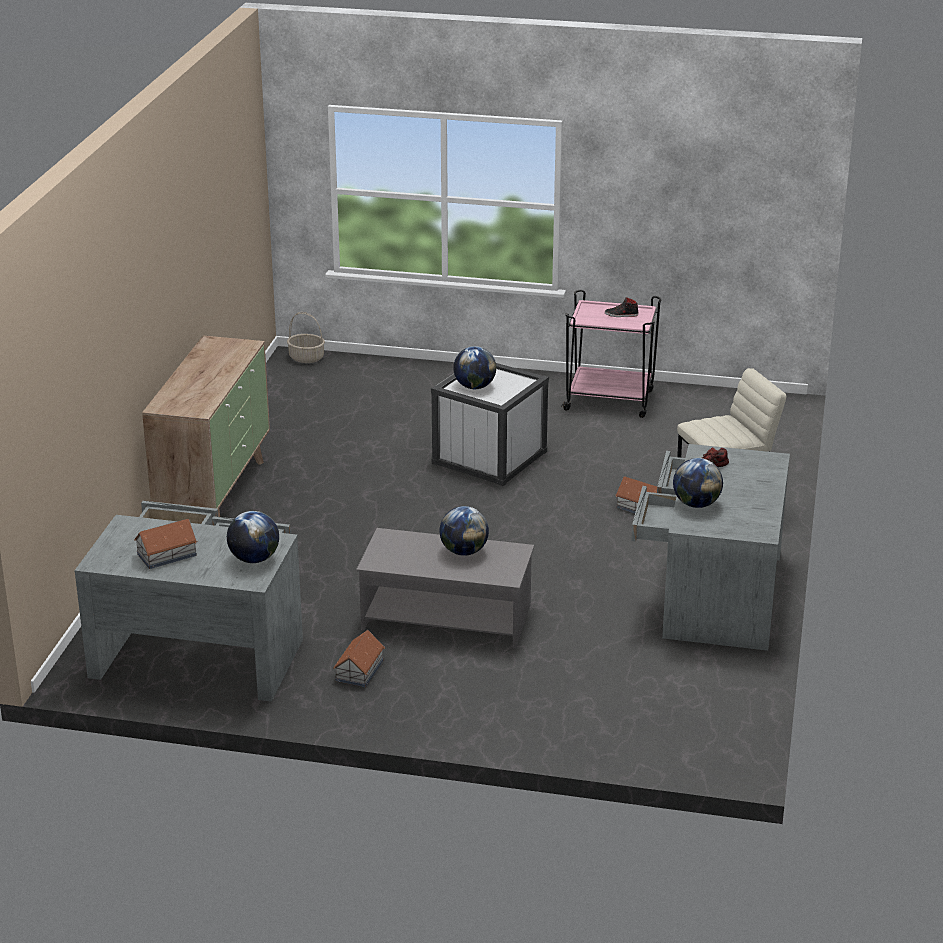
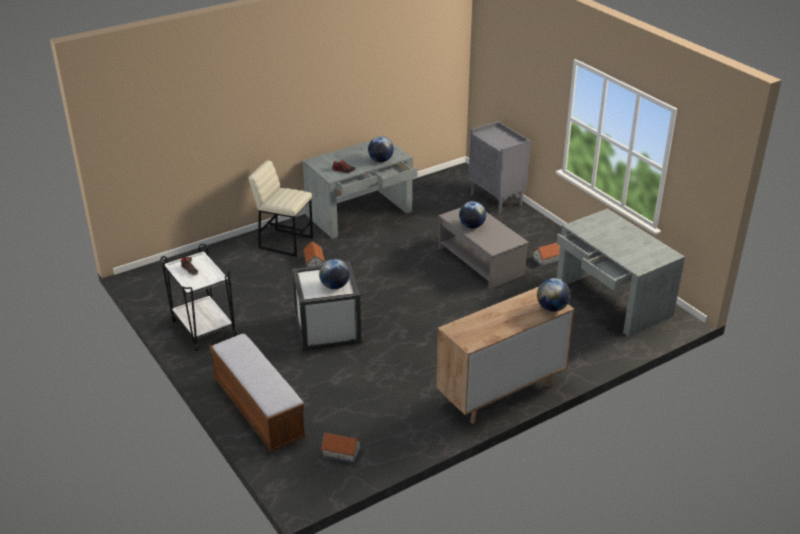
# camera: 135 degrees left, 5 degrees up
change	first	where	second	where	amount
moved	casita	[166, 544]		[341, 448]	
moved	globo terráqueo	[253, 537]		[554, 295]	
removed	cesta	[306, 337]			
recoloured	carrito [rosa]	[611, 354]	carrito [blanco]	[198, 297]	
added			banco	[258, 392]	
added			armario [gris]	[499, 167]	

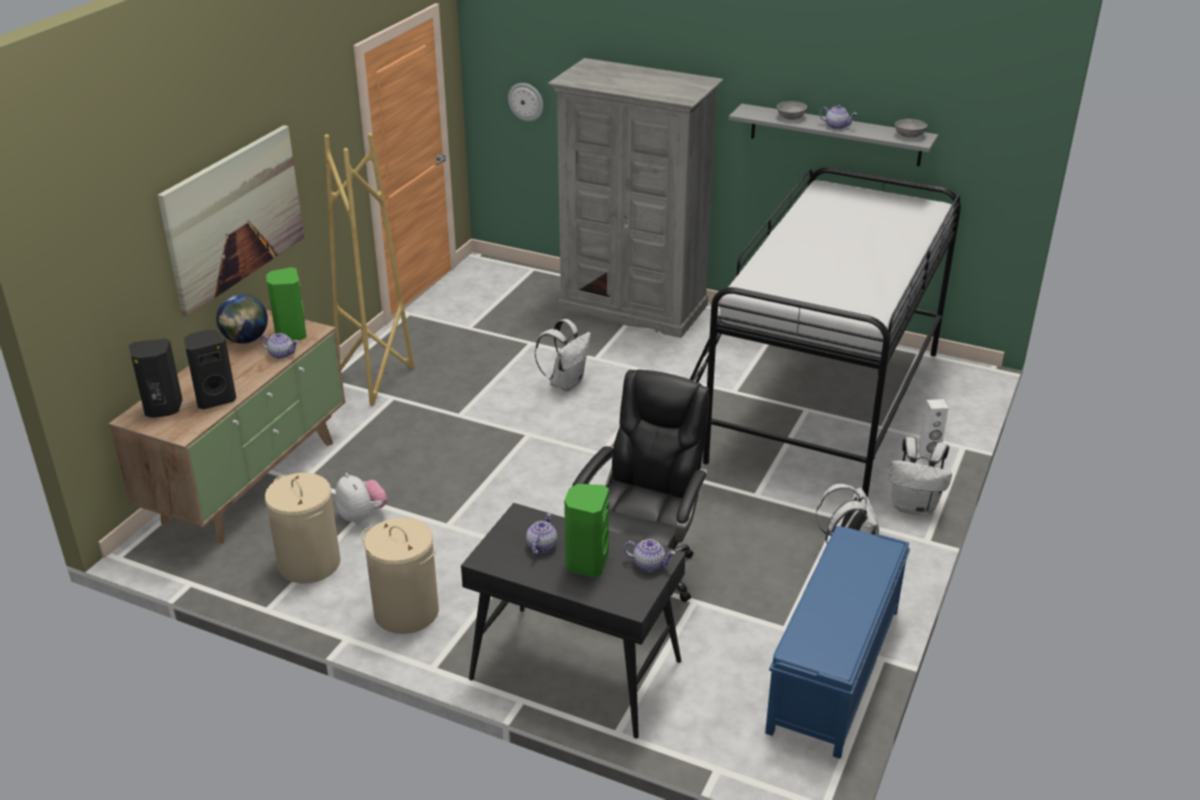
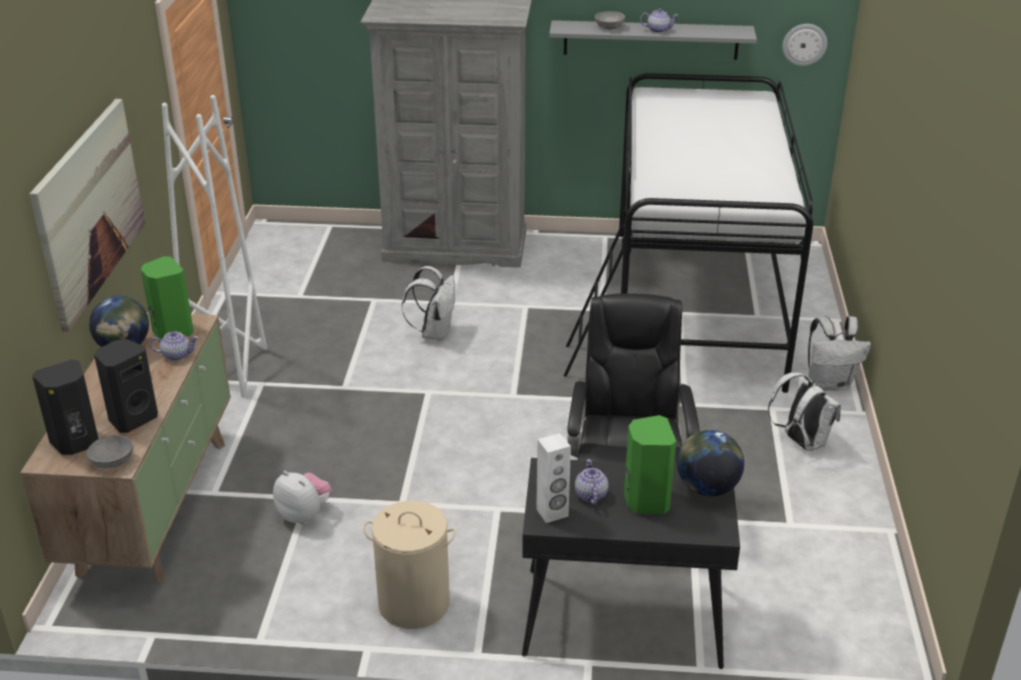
# camera: 20 degrees left, 0 degrees up
change	first	where	second	where	amount
removed	cesto de la ropa [beis]	[303, 528]			
recoloured	perchero [amarillo]	[369, 269]	perchero [blanco]	[214, 246]	
moved	reloj de pared	[525, 102]		[804, 45]	
replaced	tetera	[649, 555]	globo terráqueo	[710, 463]	
removed	banco [azul]	[837, 642]			
moved	cuenco [gris]	[911, 128]		[109, 451]	
moved	altavoz [blanco]	[933, 430]		[553, 478]	

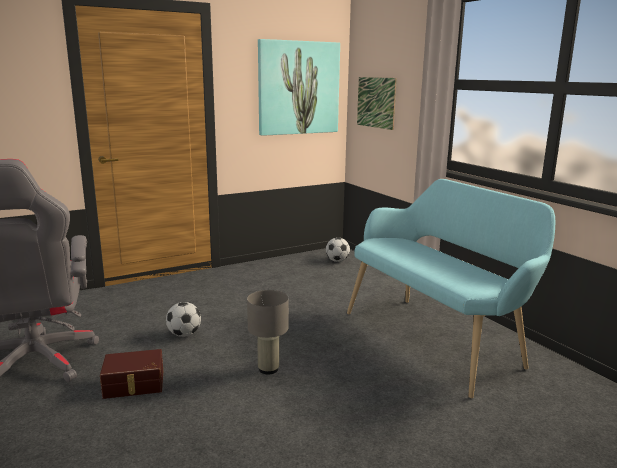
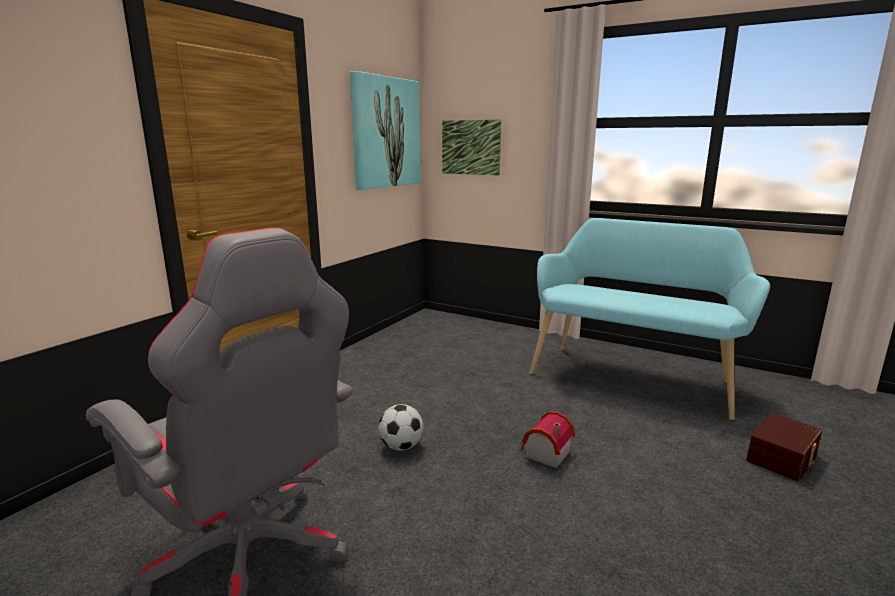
# camera: 30 degrees left, 0 degrees up
change	first	where	second	where	amount
moved	caja de almacenaje [marrón]	[131, 374]		[784, 447]	
replaced	lámpara de mesa [gris]	[268, 332]	casita	[547, 439]	
removed	balón de fútbol	[338, 249]			

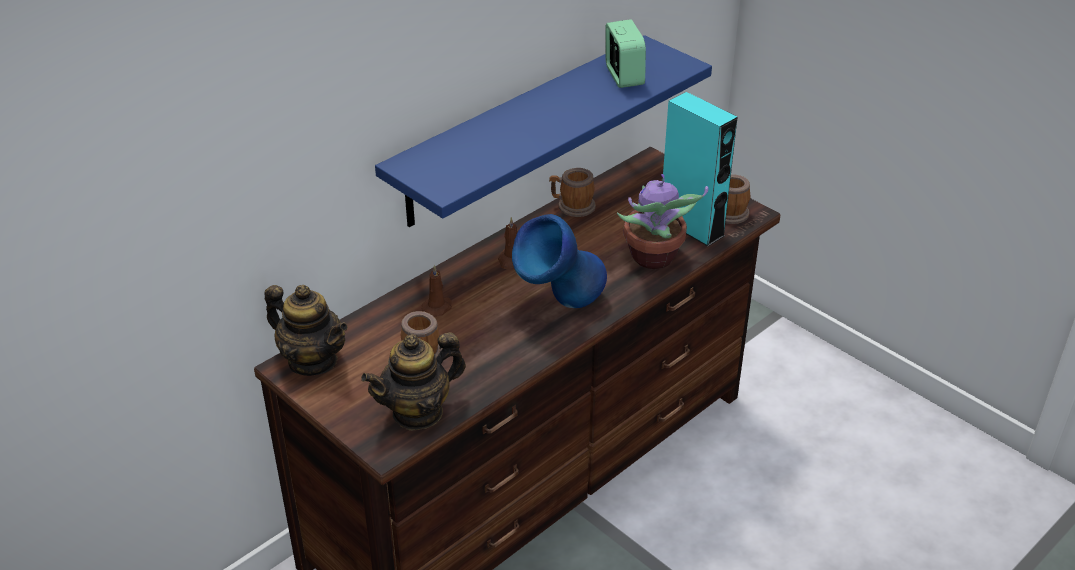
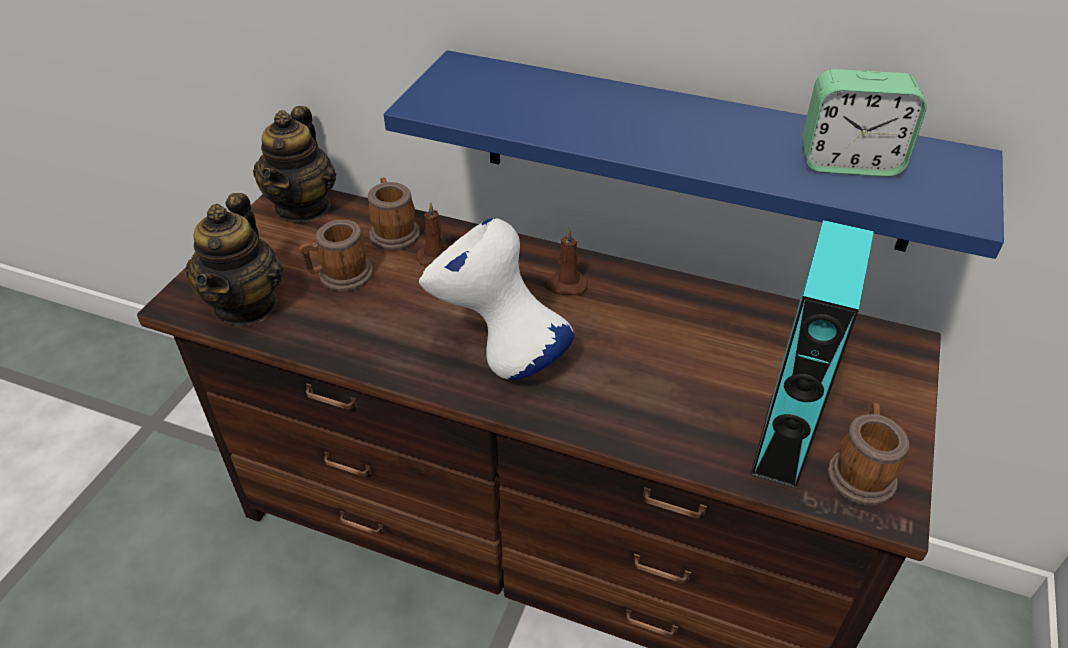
# camera: 65 degrees right, 5 degrees up
change	first	where	second	where	amount
turned	tetera	[413, 382]		[234, 259]	120 degrees counterclockwise
recoloured	florero [azul]	[559, 261]	florero [blanco]	[496, 299]	
moved	taza grande	[572, 192]		[394, 213]	
turned	despertador	[625, 53]		[864, 123]	45 degrees clockwise
removed	planta en maceta	[663, 221]			

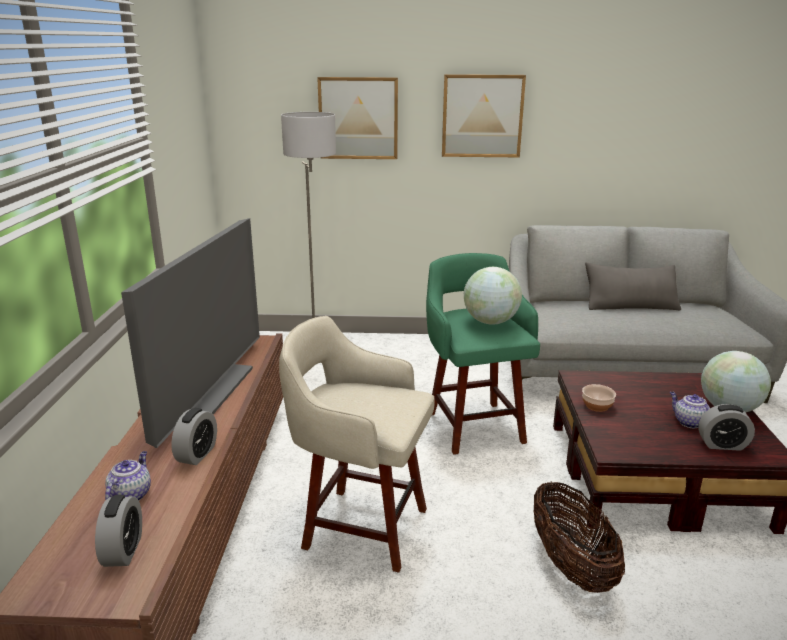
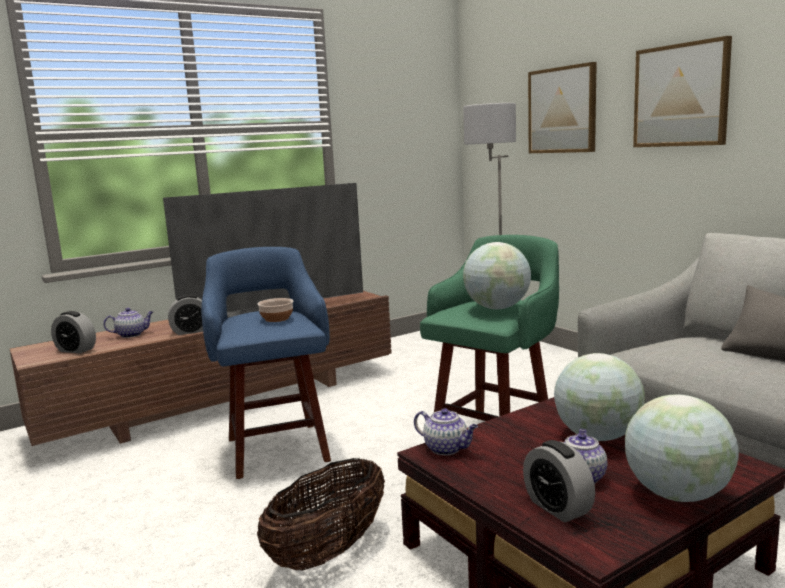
# camera: 55 degrees right, 10 degrees down
change	first	where	second	where	amount
turned	despertador	[118, 531]		[73, 332]	60 degrees clockwise
recoloured	taburete [beis]	[356, 444]	taburete [azul]	[266, 363]	
moved	cuenco	[599, 398]		[275, 310]	
added			tetera	[446, 431]	
added			globo terráqueo	[599, 397]	

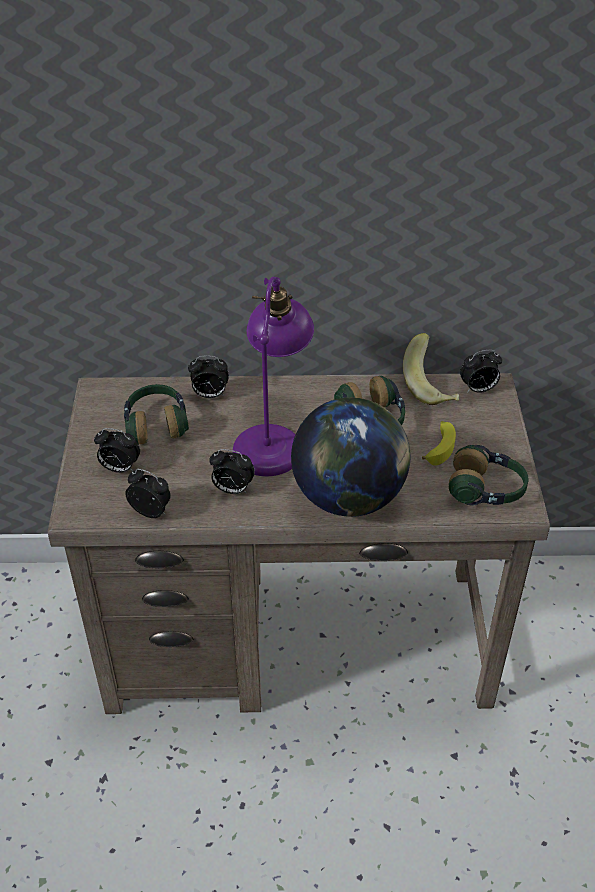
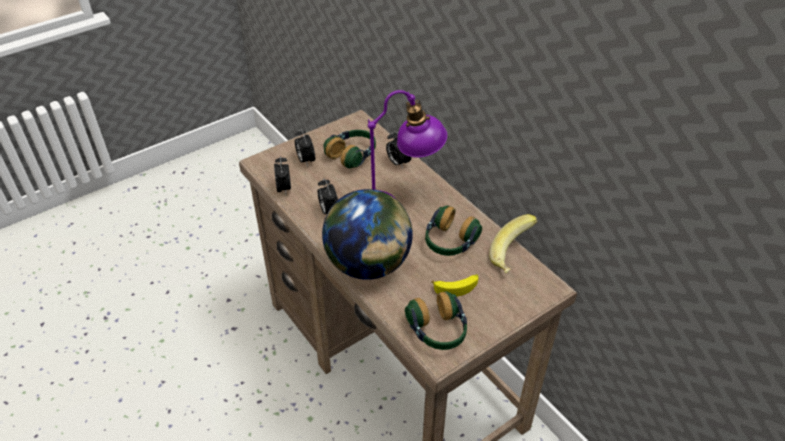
# camera: 55 degrees right, 0 degrees up
change	first	where	second	where	amount
removed	despertador	[481, 371]			

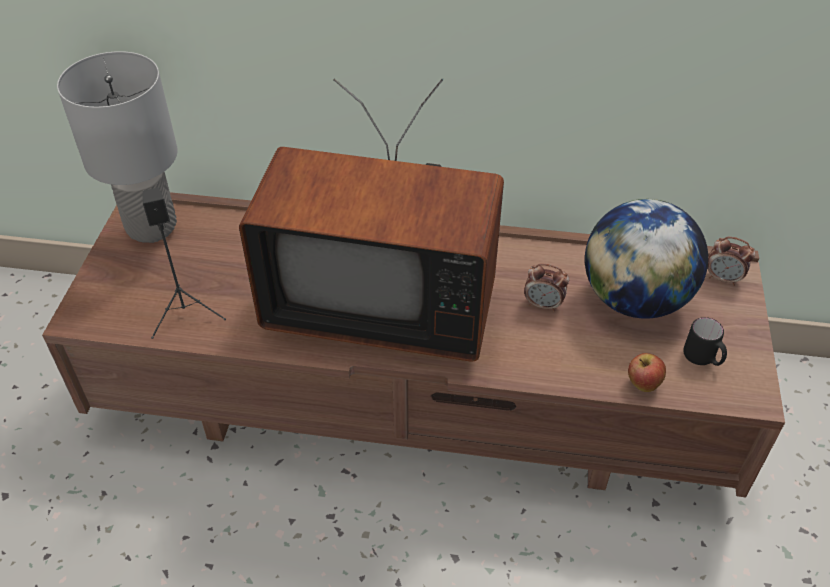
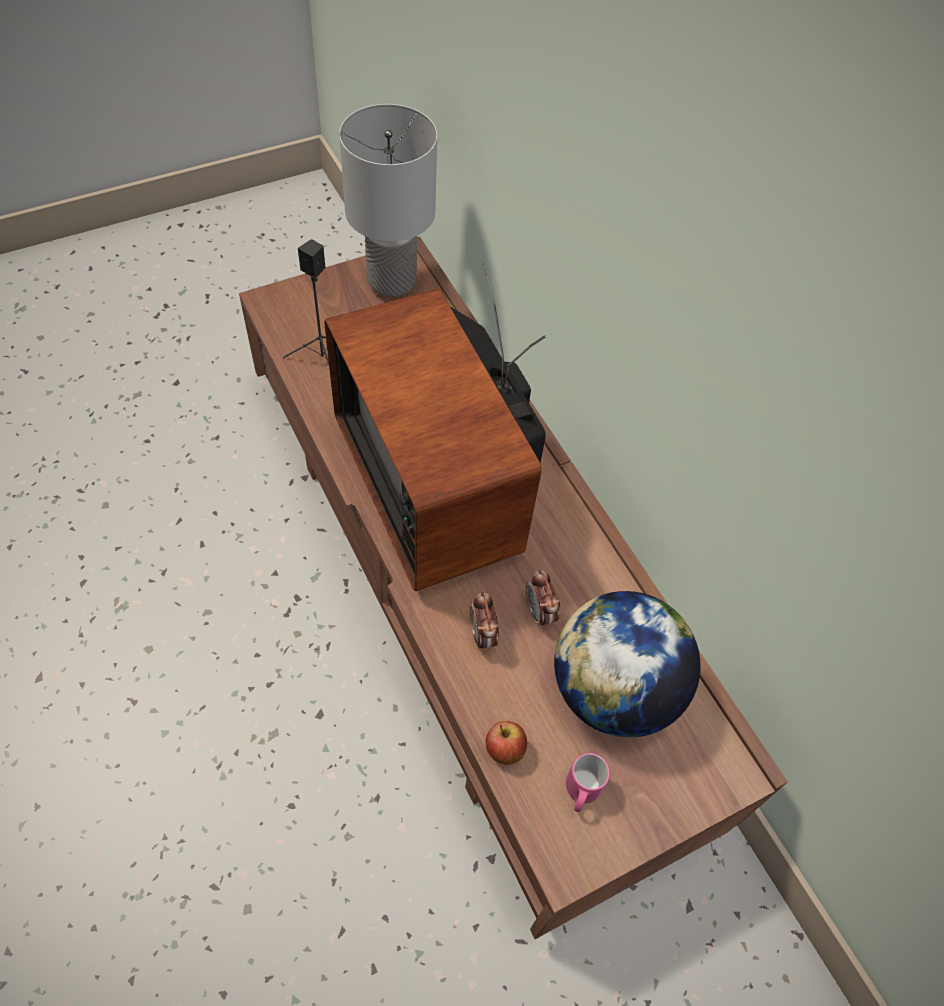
# camera: 50 degrees right, 10 degrees up
change	first	where	second	where	amount
recoloured	taza grande [negro]	[705, 341]	taza grande [rosa]	[588, 782]	
moved	despertador	[731, 261]		[484, 621]	

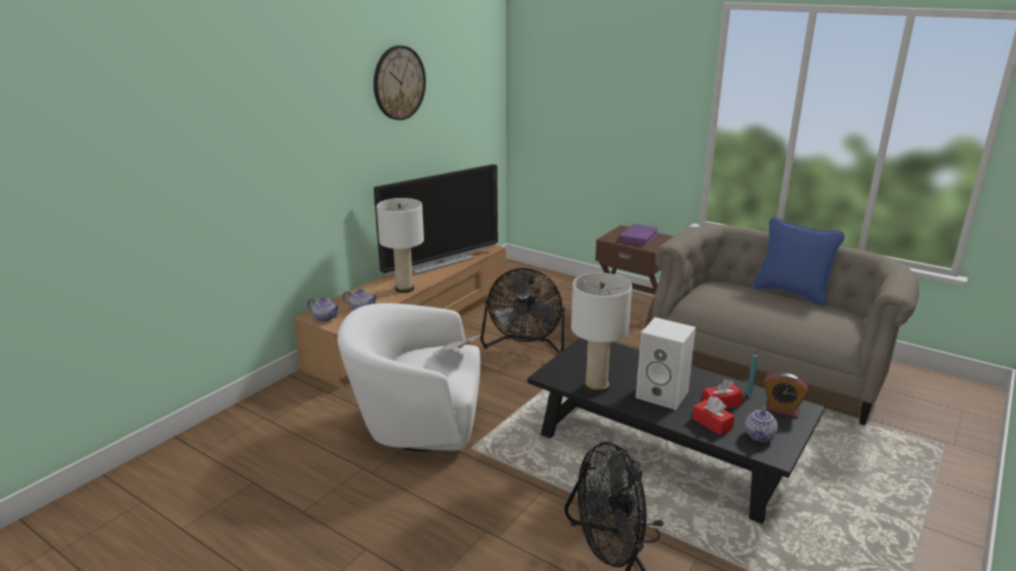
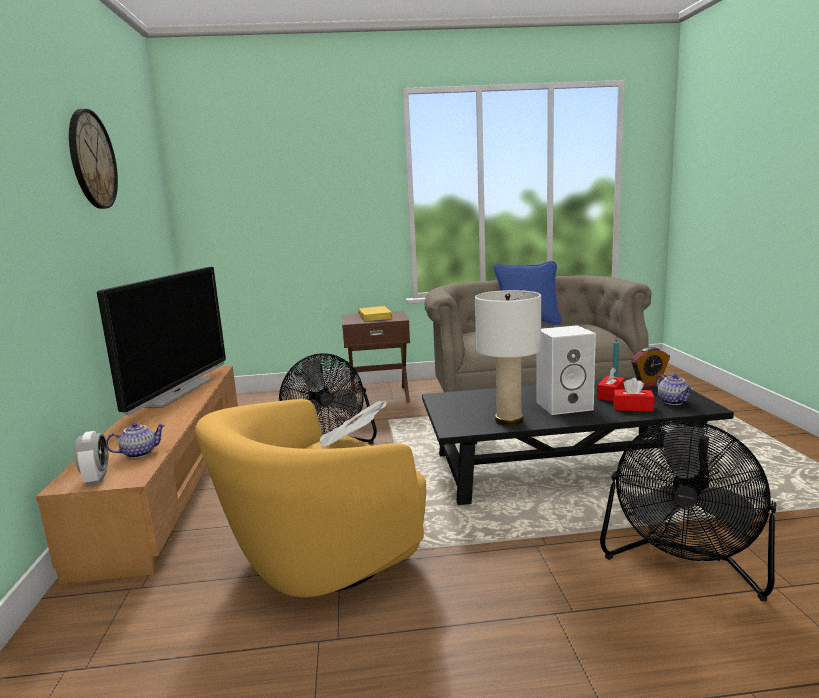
# camera: 40 degrees left, 10 degrees down
change	first	where	second	where	amount
replaced	tetera	[324, 309]	despertador	[91, 458]	
recoloured	sillón [blanco]	[409, 377]	sillón [amarillo]	[310, 498]	
removed	lámpara de mesa [blanco]	[400, 245]			
recoloured	libro [morado]	[639, 235]	libro [amarillo]	[375, 313]	

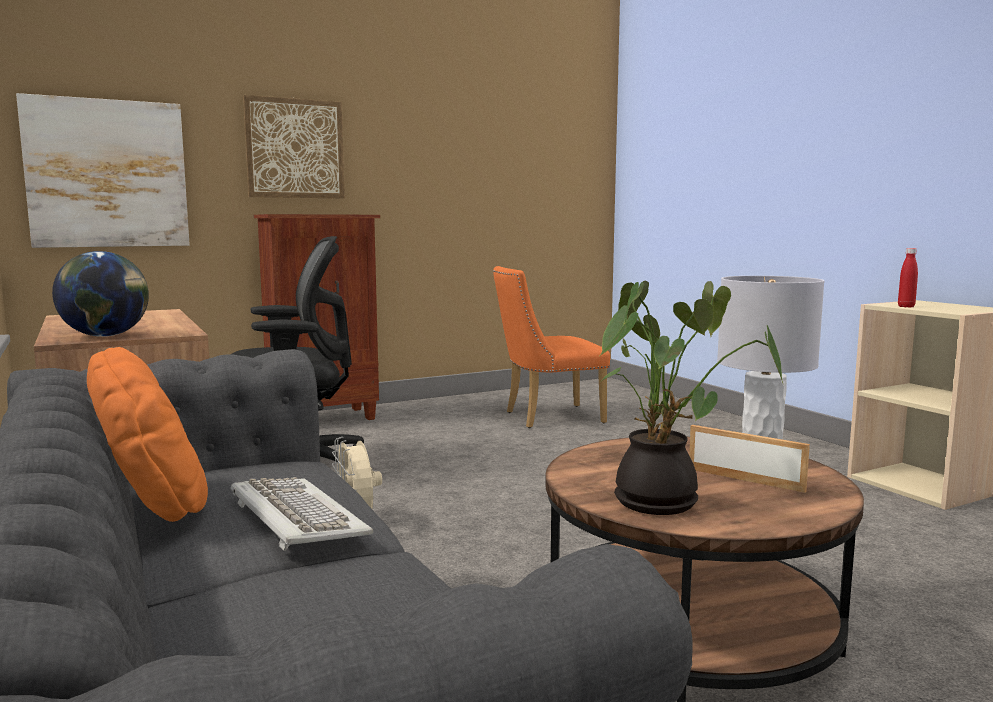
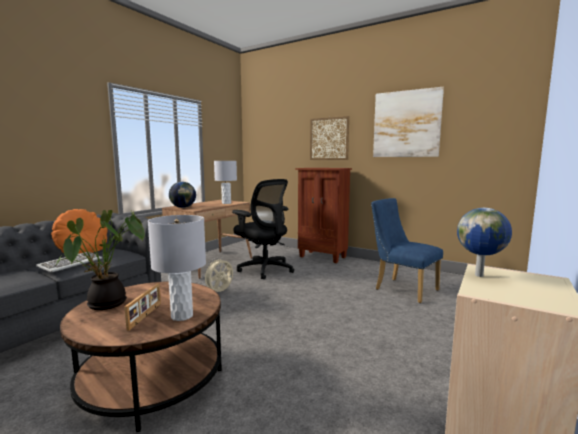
# camera: 60 degrees right, 0 degrees up
change	first	where	second	where	amount
moved	cuadro	[103, 170]		[408, 122]	
recoloured	silla [naranja]	[551, 347]	silla [azul]	[407, 250]	
replaced	botella [rojo]	[908, 278]	globo terráqueo	[484, 242]	
added			lámpara de mesa [gris]	[225, 182]	

